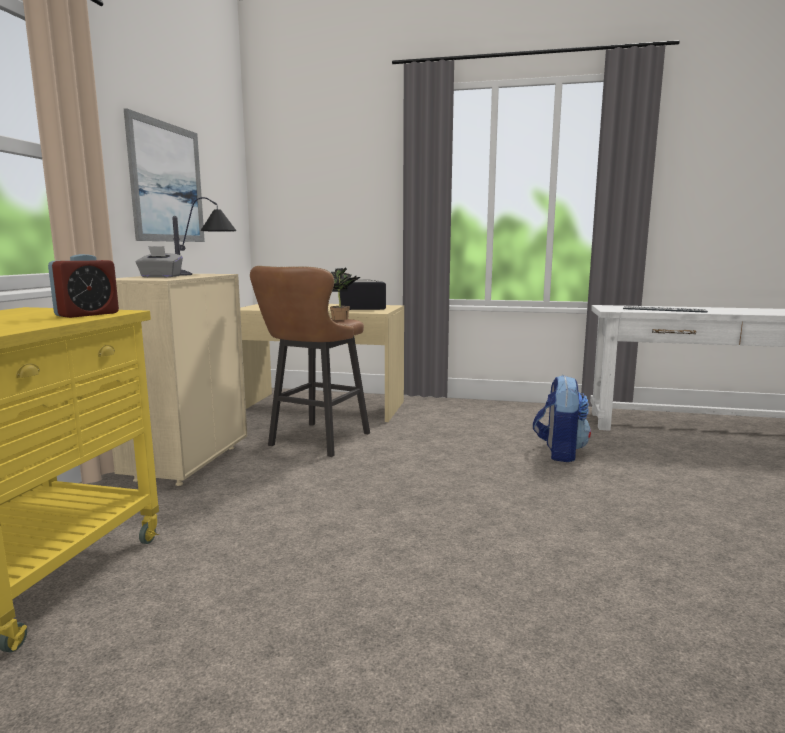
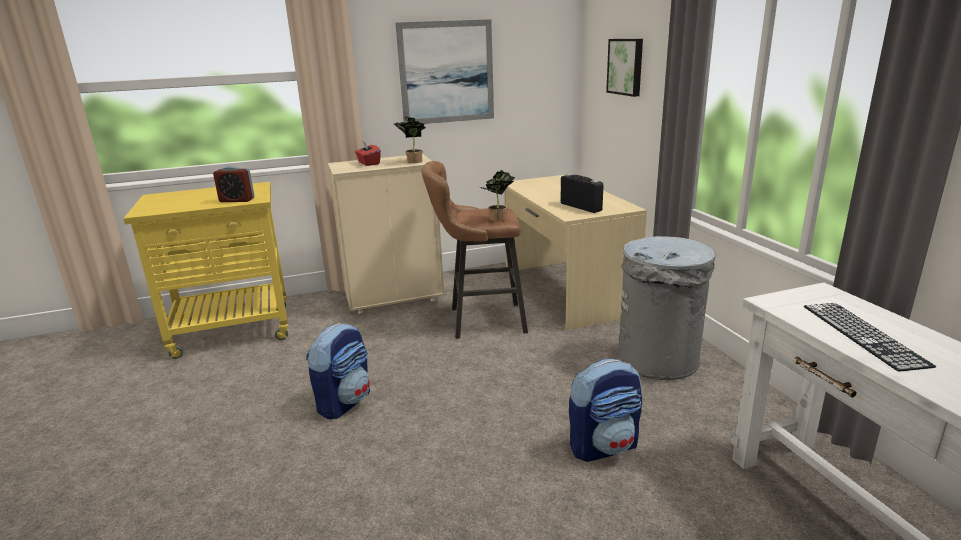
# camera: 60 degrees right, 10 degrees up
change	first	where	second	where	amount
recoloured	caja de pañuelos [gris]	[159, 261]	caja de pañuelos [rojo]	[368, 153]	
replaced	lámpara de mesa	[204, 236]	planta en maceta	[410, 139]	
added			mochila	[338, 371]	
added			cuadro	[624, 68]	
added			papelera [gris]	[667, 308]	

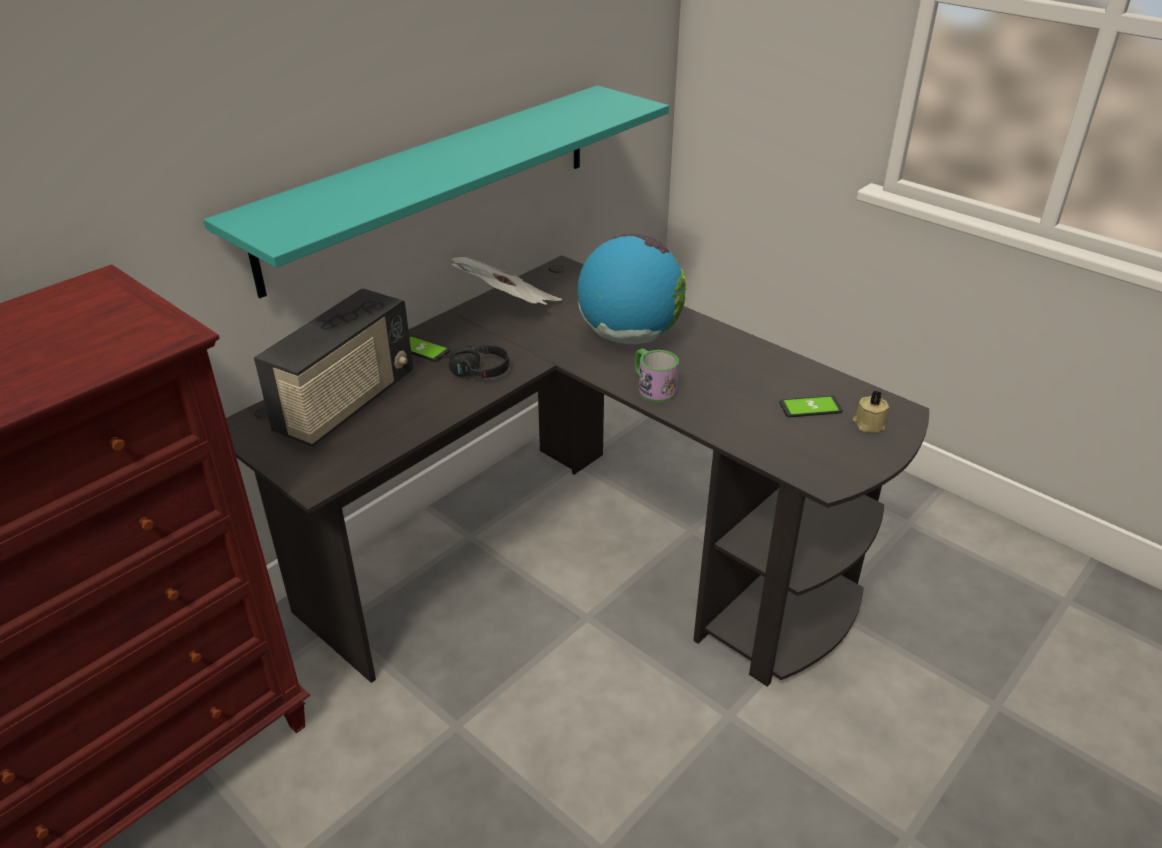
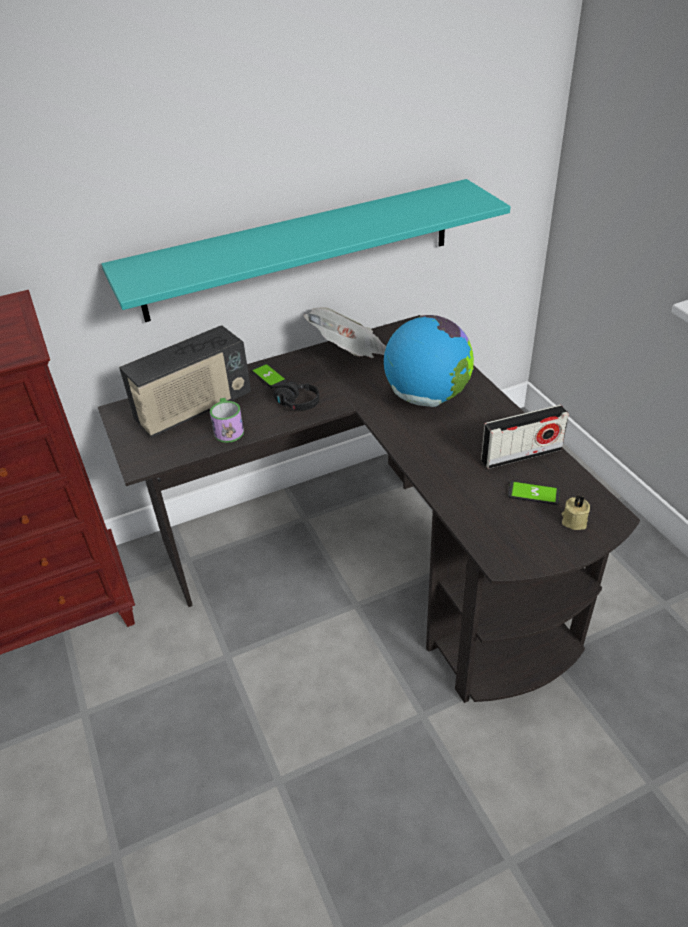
# camera: 25 degrees right, 5 degrees up
change	first	where	second	where	amount
moved	taza grande	[657, 375]		[227, 420]	
added			radio	[525, 437]	

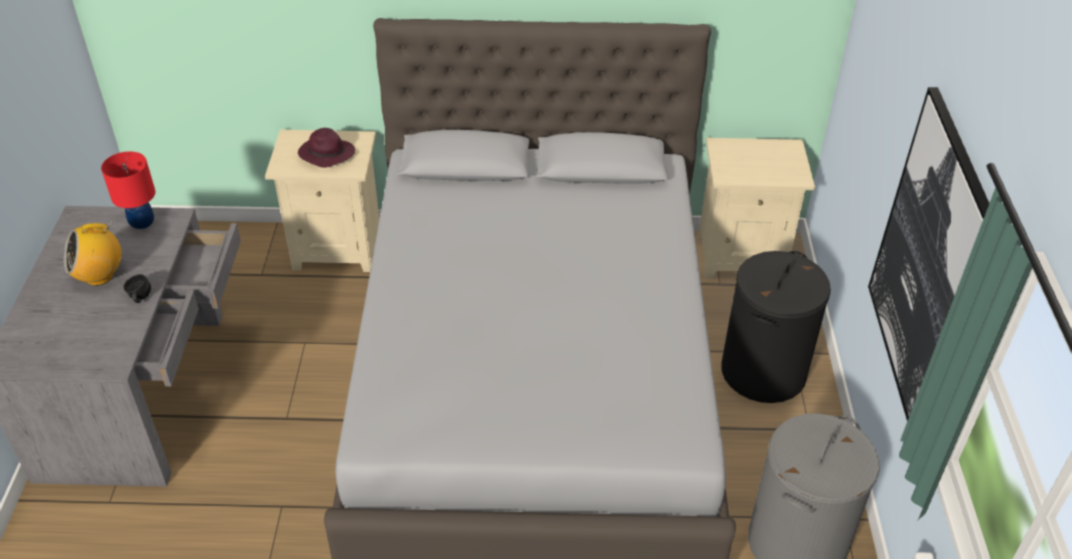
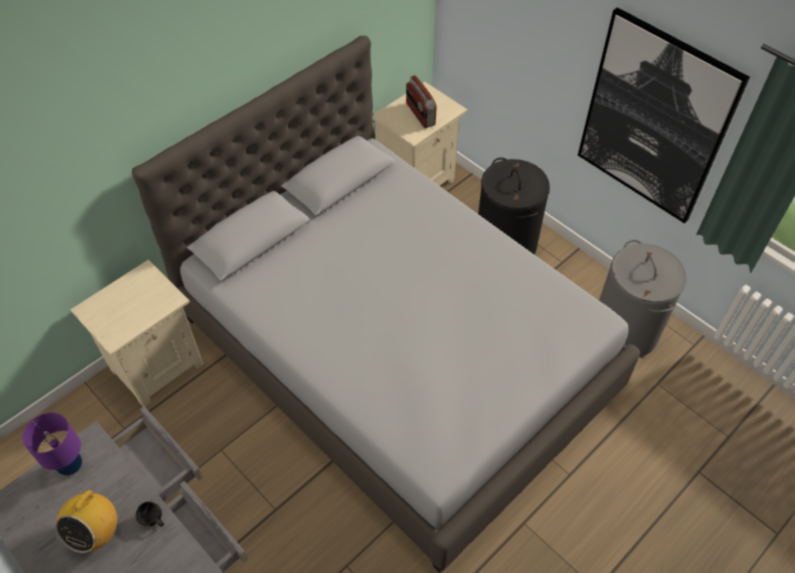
# camera: 45 degrees left, 10 degrees up
change	first	where	second	where	amount
recoloured	lámpara de mesa [rojo]	[128, 190]	lámpara de mesa [morado]	[52, 444]	
removed	sombrero [morado]	[326, 148]			
added			radio	[421, 101]	

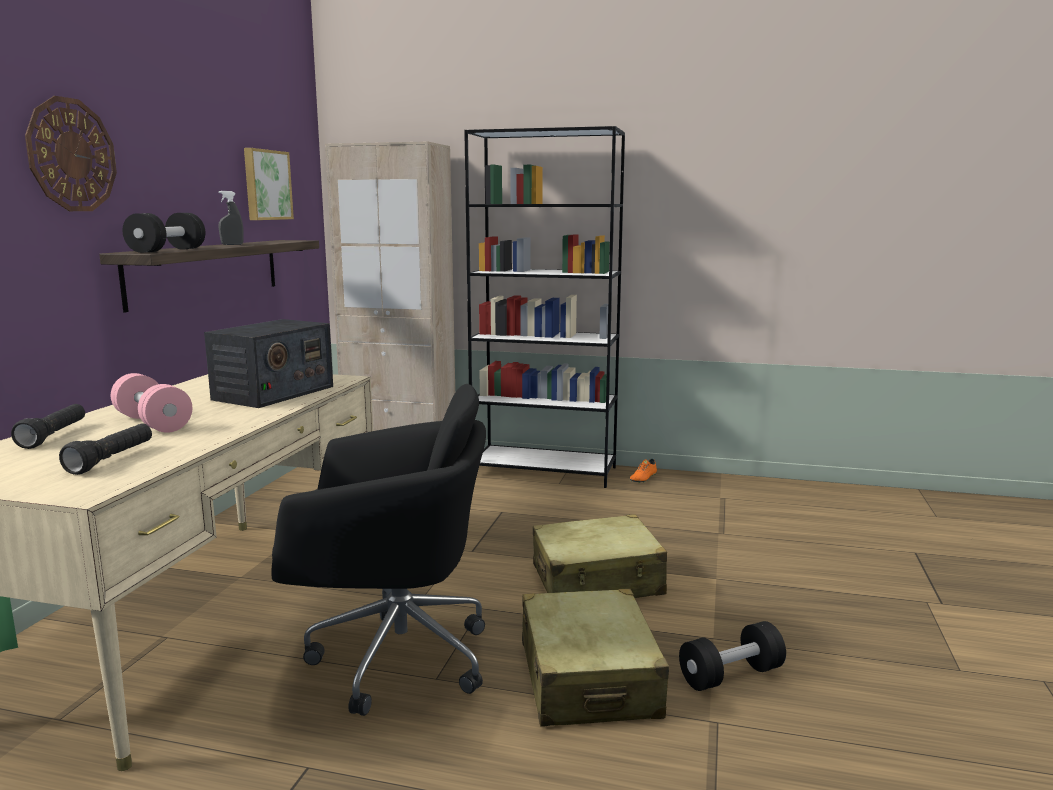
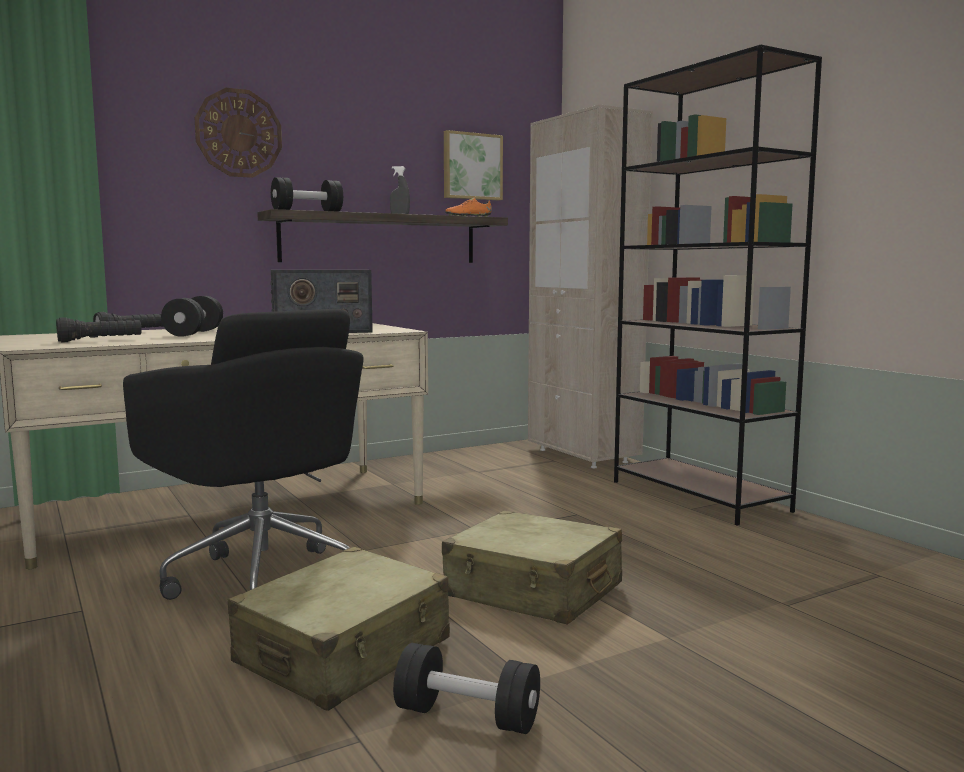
# camera: 45 degrees right, 5 degrees down
change	first	where	second	where	amount
recoloured	mancuerna [rosa]	[151, 403]	mancuerna [negro]	[192, 316]	
recoloured	estantería [blanco]	[544, 307]	estantería [marrón]	[718, 285]	
moved	zapato [naranja]	[643, 470]		[468, 207]	

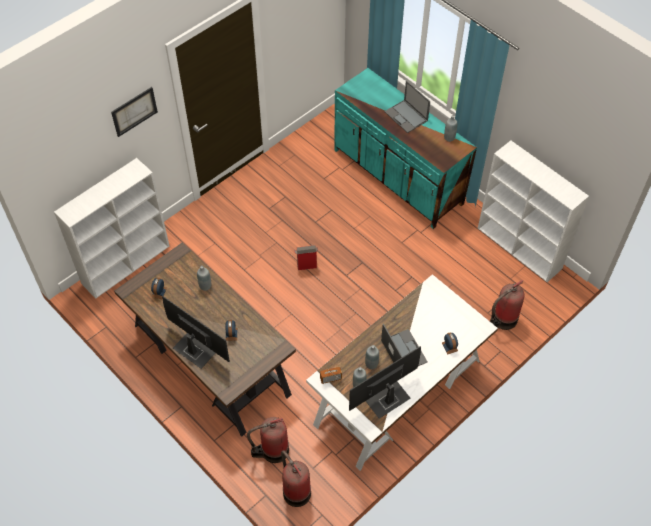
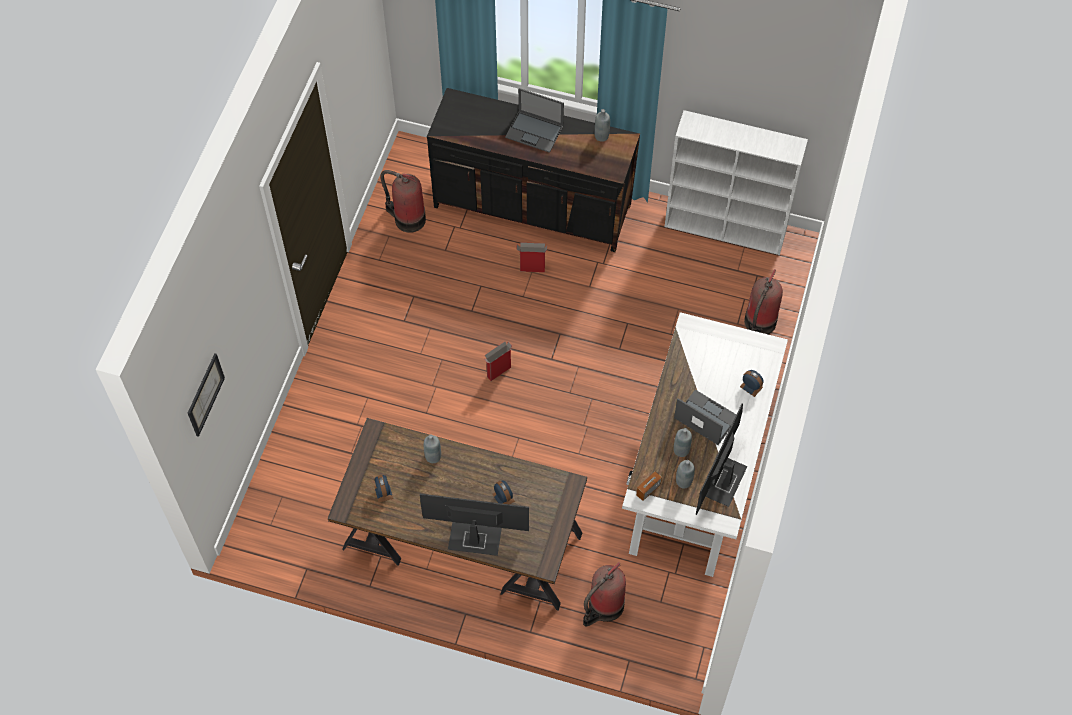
# camera: 30 degrees left, 5 degrees up
change	first	where	second	where	amount
removed	estantería [blanco]	[111, 228]			
moved	cuadro	[134, 112]		[206, 395]	
moved	extintor	[296, 478]		[403, 201]	
recoloured	armario [turquesa]	[405, 148]	armario [negro]	[533, 170]	
added			caja de cartón	[531, 257]	

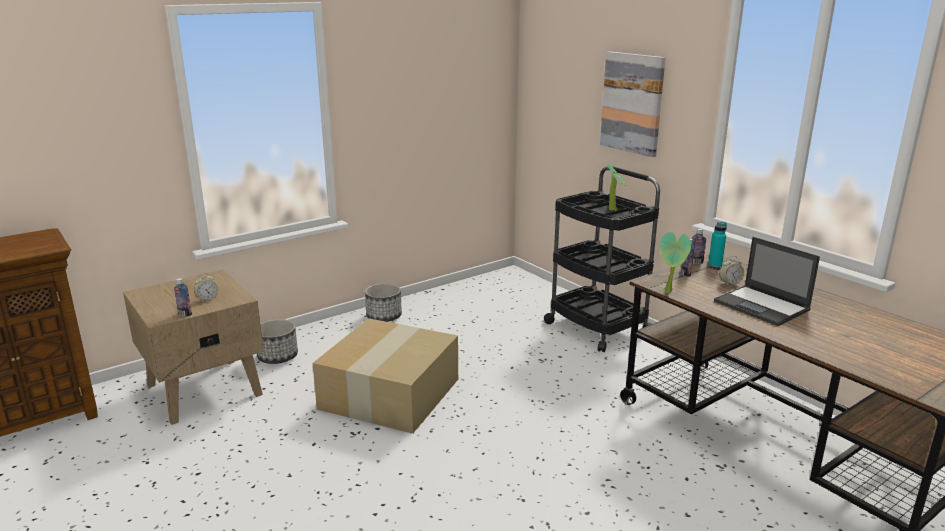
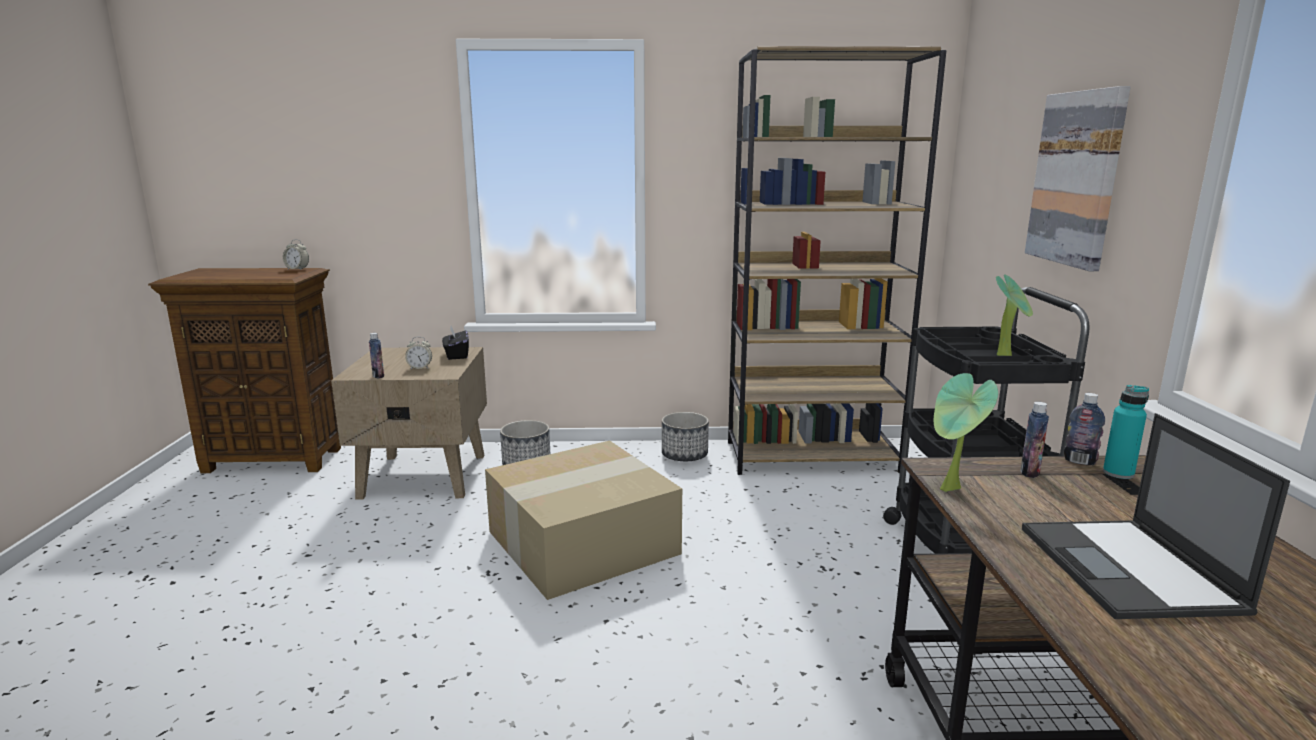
# camera: 35 degrees right, 5 degrees down
change	first	where	second	where	amount
moved	despertador	[731, 271]		[296, 254]	
added			caja de pañuelos [negro]	[455, 343]	
added			estantería [marrón]	[837, 260]	

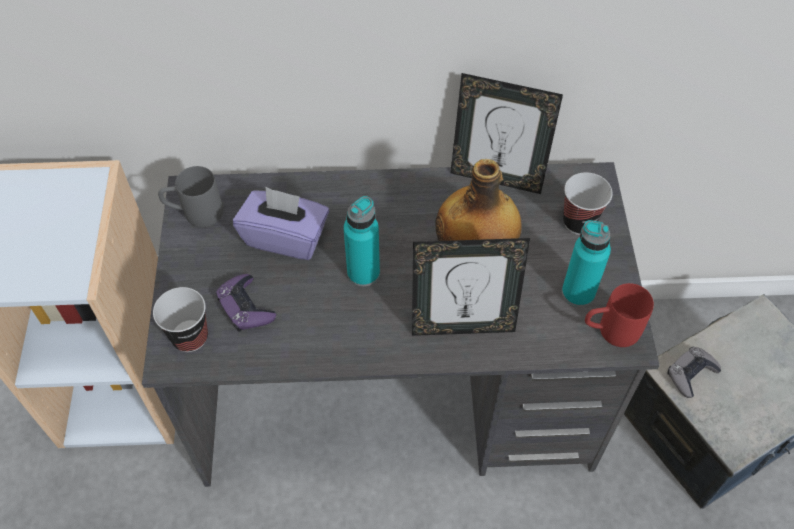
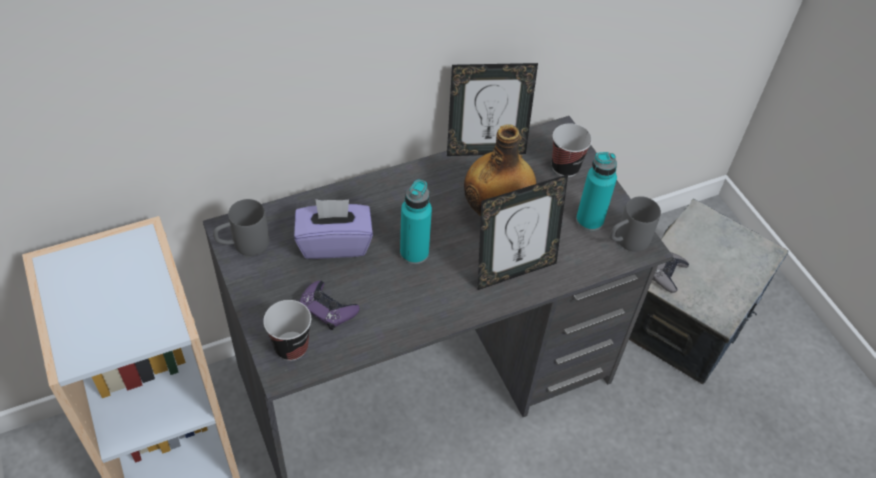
# camera: 25 degrees left, 5 degrees down
change	first	where	second	where	amount
recoloured	taza grande [rojo]	[619, 315]	taza grande [gris]	[635, 224]	

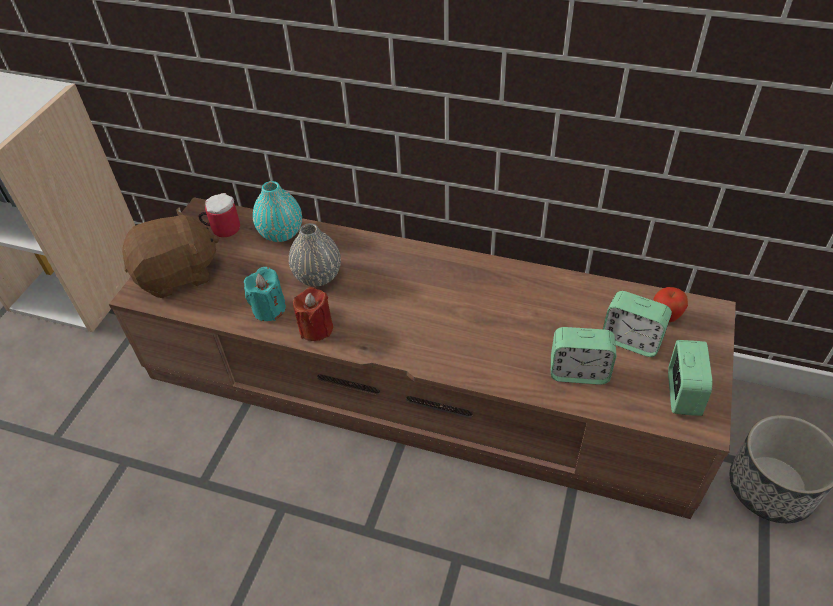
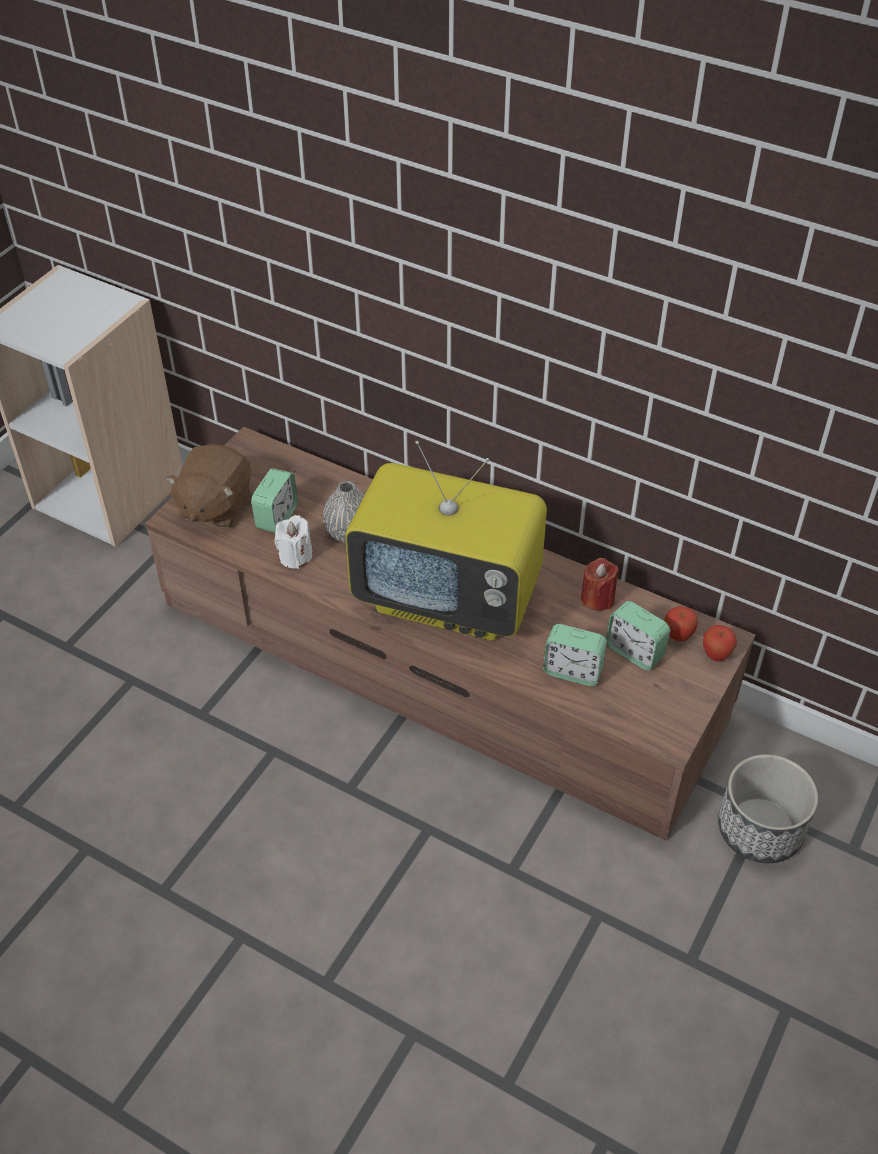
# camera: 10 degrees right, 0 degrees up
change	first	where	second	where	amount
turned	peluche [marrón]	[170, 252]		[208, 486]	120 degrees clockwise
removed	taza grande	[219, 215]			
recoloured	vela [turquesa]	[265, 294]	vela [blanco]	[293, 542]	
removed	florero [turquesa]	[277, 211]			
moved	vela [rojo]	[313, 314]		[600, 584]	
moved	despertador	[690, 378]		[274, 500]	
added			televisor	[446, 541]	
added			manzana	[720, 643]	

